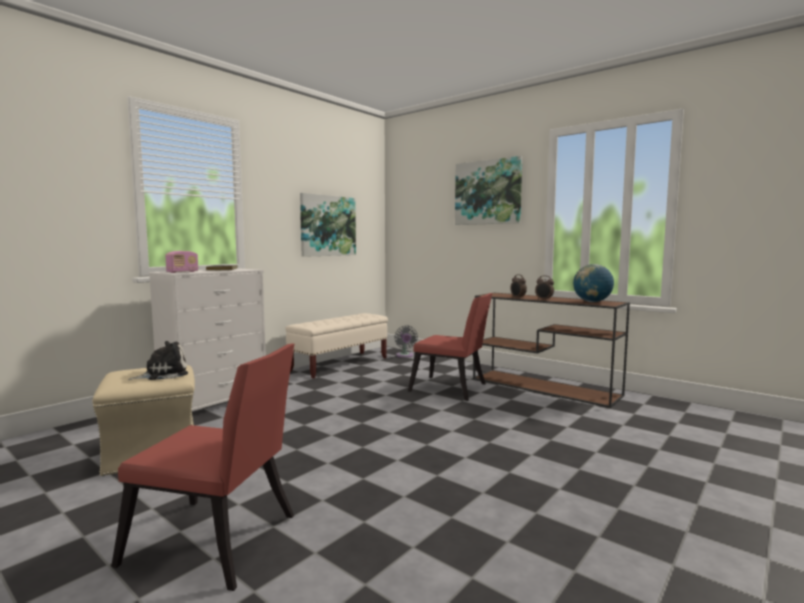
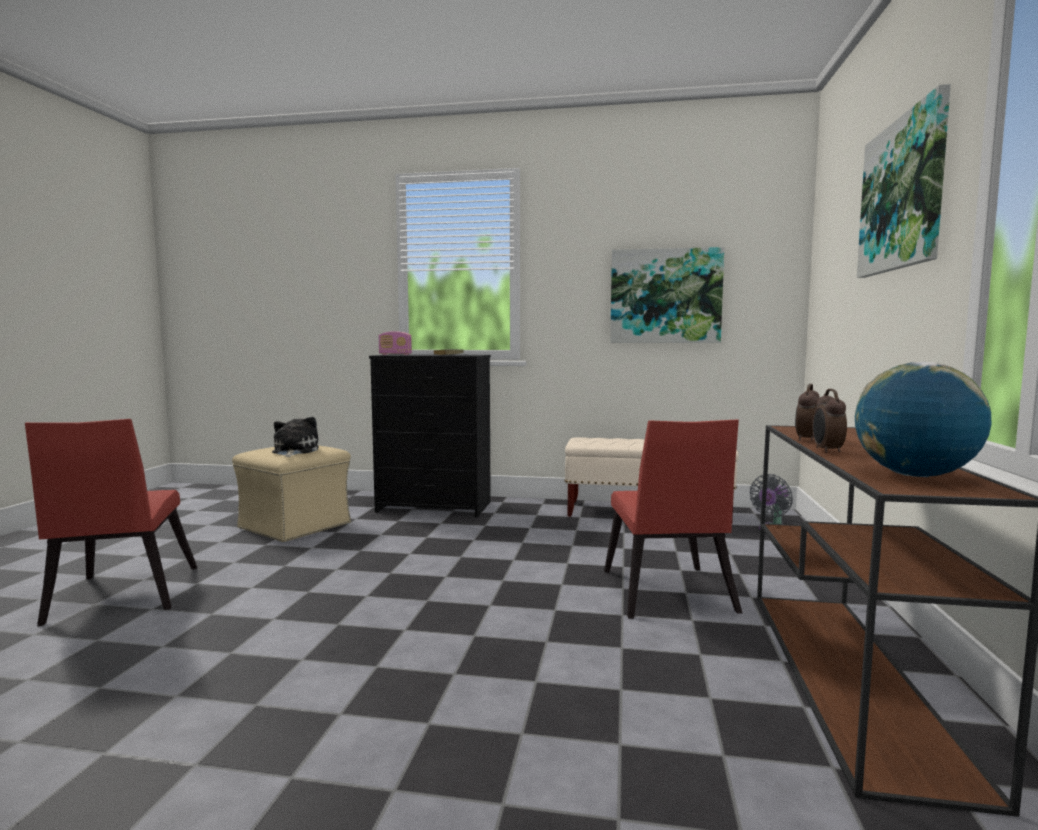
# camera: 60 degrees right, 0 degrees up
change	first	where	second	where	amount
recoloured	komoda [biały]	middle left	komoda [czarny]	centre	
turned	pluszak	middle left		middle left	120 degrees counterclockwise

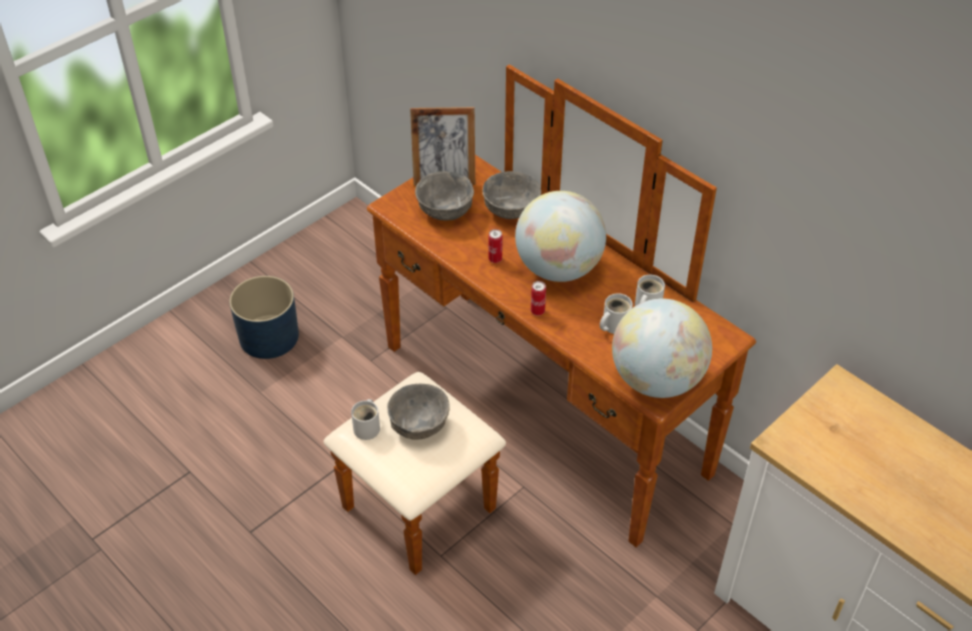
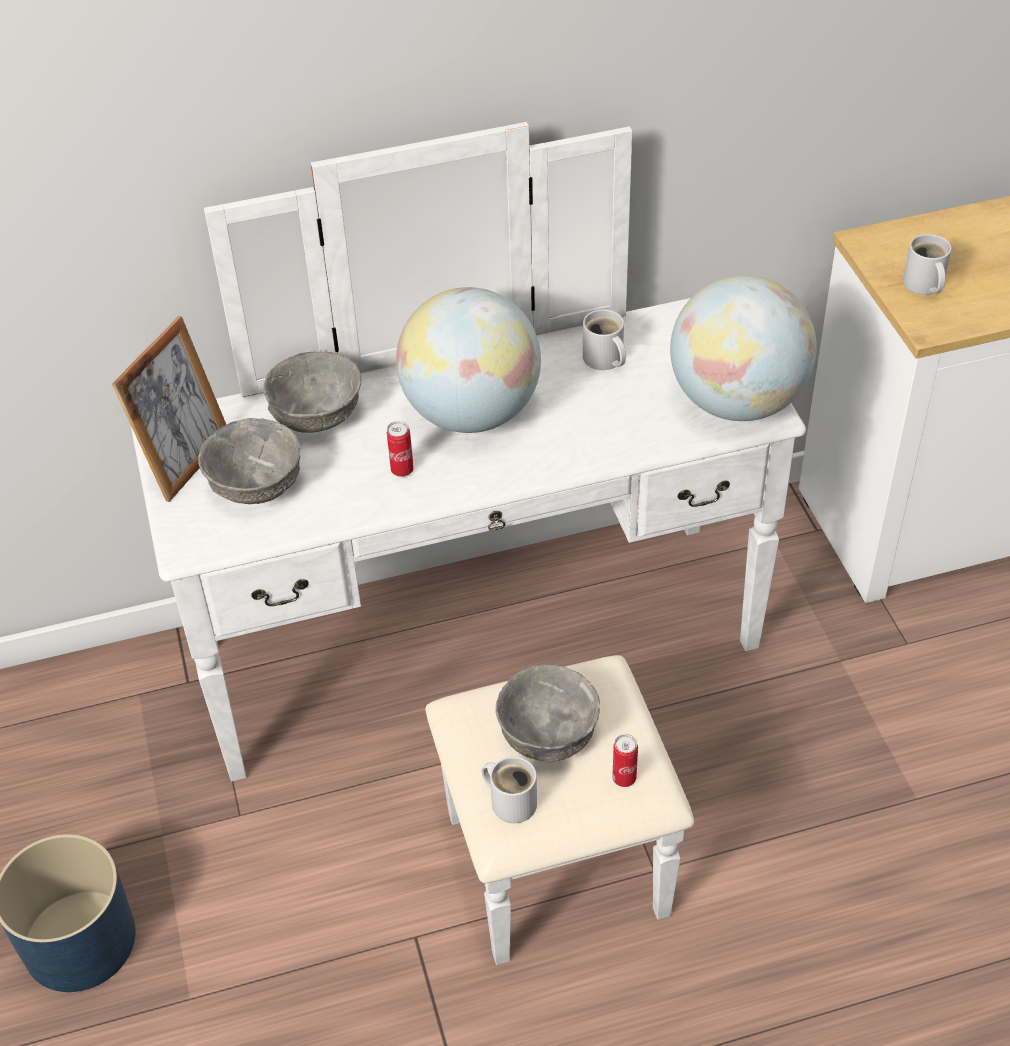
# camera: 60 degrees left, 0 degrees up
change	first	where	second	where	amount
recoloured	komoda [brązowy]	centre	komoda [biały] (1st from left)	centre	
moved	puszka (2nd from left)	centre		bottom centre	
moved	kubek [biały] (2nd from left in the first image)	centre	kubek [biały] (3rd from left)	top right	

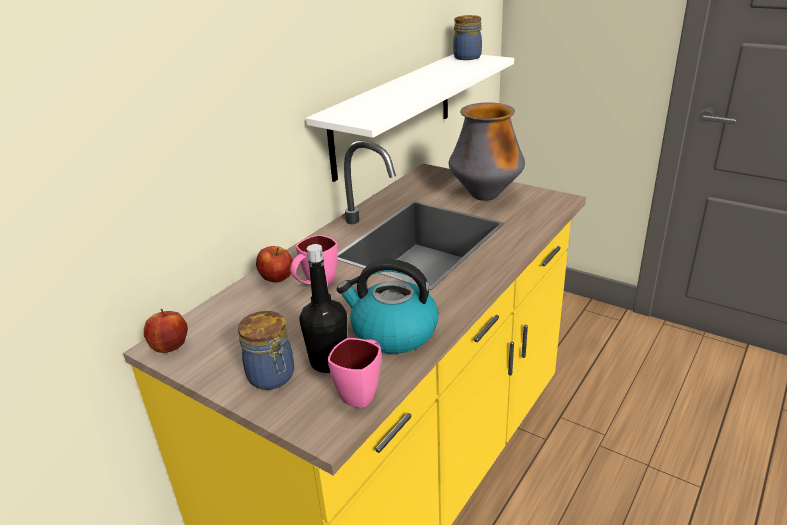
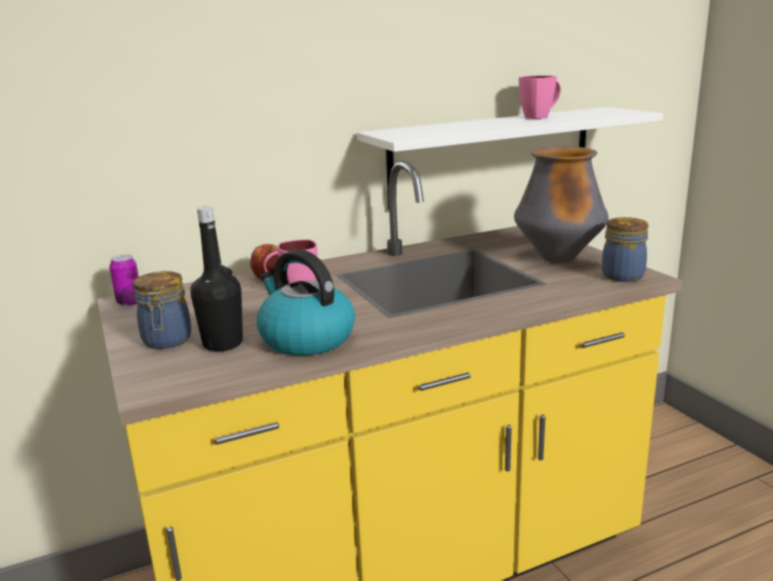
# camera: 30 degrees right, 10 degrees down
change	first	where	second	where	amount
moved	słoik (2nd from left)	top centre		middle right	
replaced	jabłko (1st from left)	middle left	puszka	middle left	
moved	kubek [różowy] (2nd from left)	bottom centre		top right	

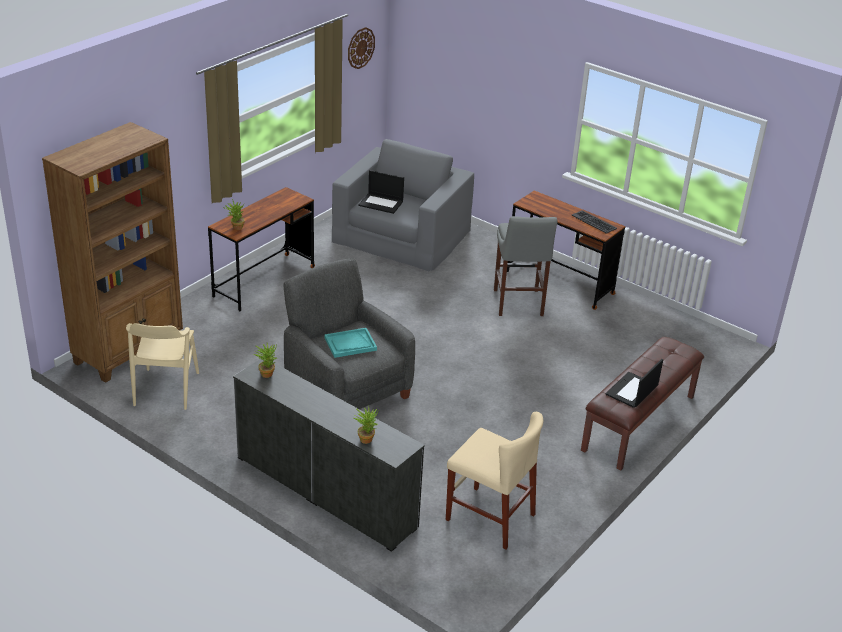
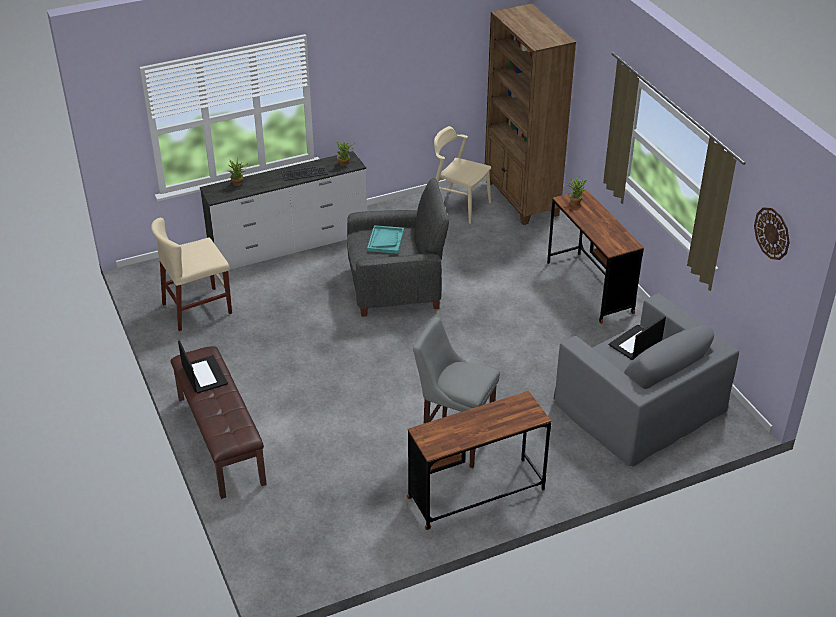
# camera: 120 degrees right, 5 degrees up
change	first	where	second	where	amount
moved	klawiatura	middle right		top centre	
recoloured	komoda [czarny]	bottom centre	komoda [biały]	centre	

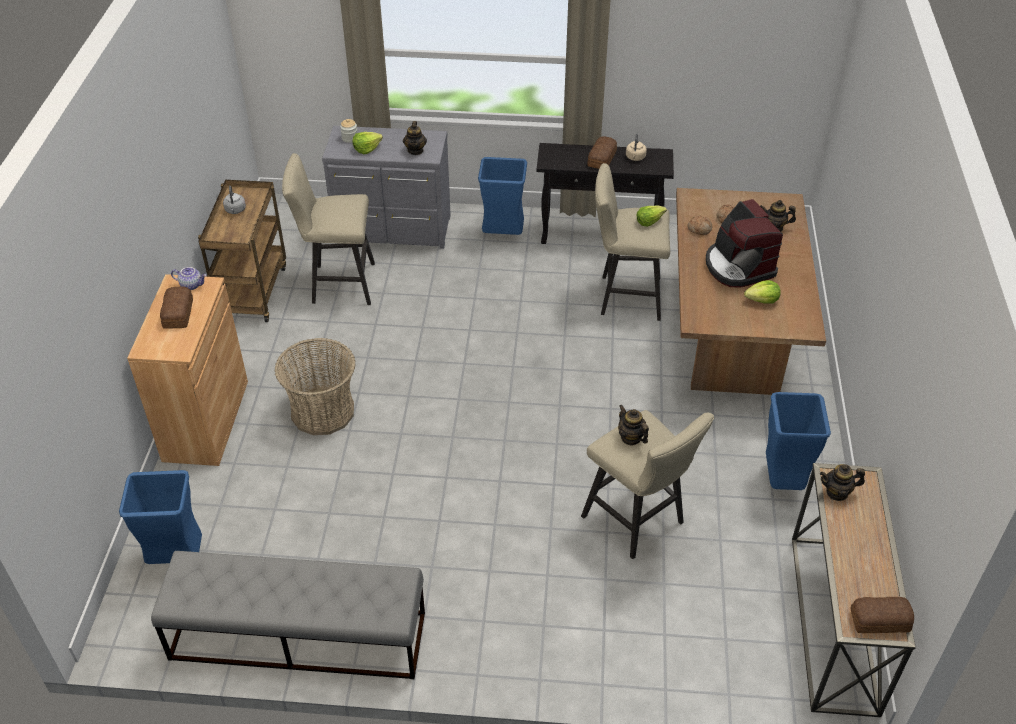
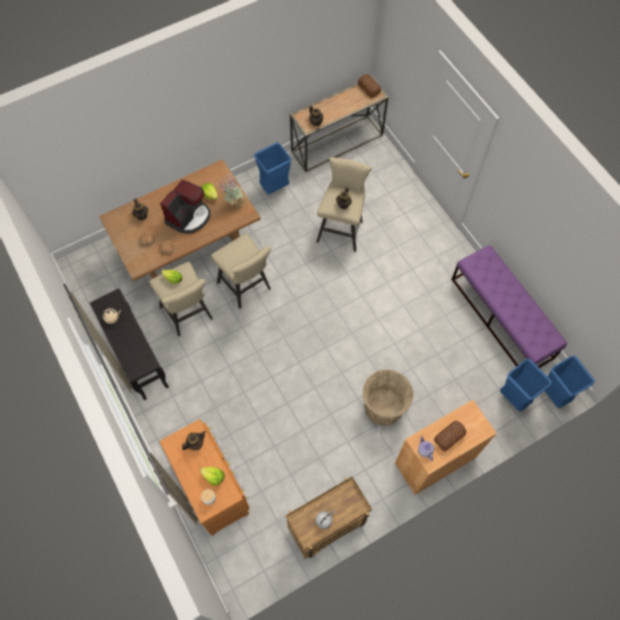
# camera: 125 degrees left, 20 degrees up
change	first	where	second	where	amount
recoloured	komoda [szary]	top centre	komoda [brązowy]	bottom left	
removed	chleb (2nd from left)	top centre			
moved	stołek [beżowy] (1st from left in the first image)	top left	stołek [beżowy] (2nd from left)	centre	
moved	kosz na śmieci [niebieski] (2nd from left in the first image)	top centre	kosz na śmieci [niebieski] (3rd from left)	middle right	
recoloured	ławka [szary]	bottom left	ławka [fioletowy]	middle right	
added			roślina doniczkowa	top centre	

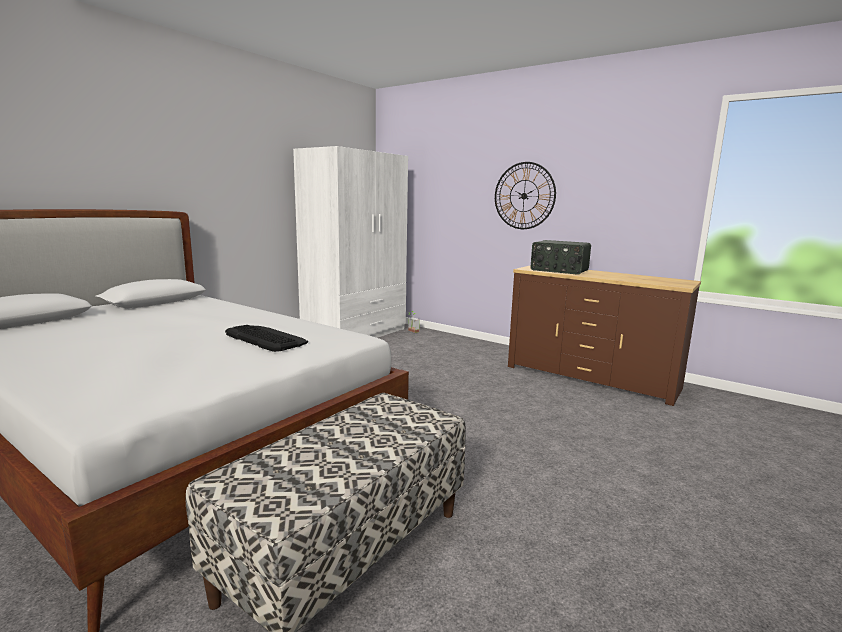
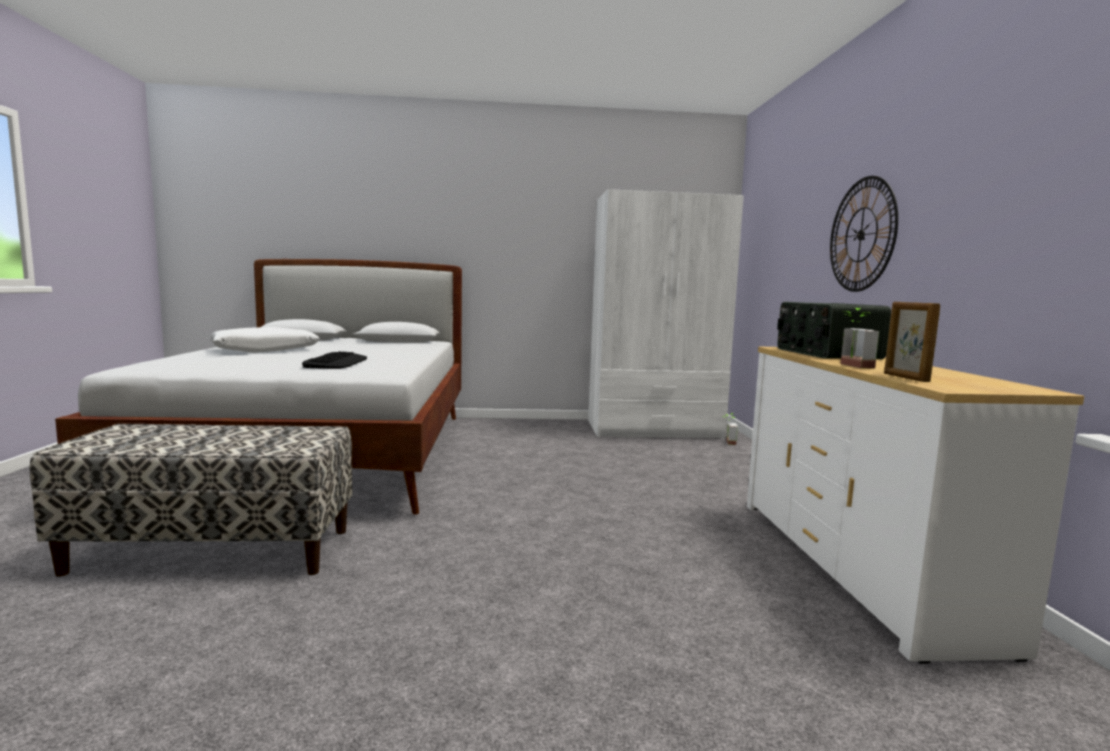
# camera: 50 degrees right, 5 degrees down
change	first	where	second	where	amount
recoloured	komoda [brązowy]	middle right	komoda [biały]	bottom right	
added			ramka na zdjęcie	middle right	
added			roślina doniczkowa (2nd from left)	middle right	
added			poduszka [biały]	middle left	

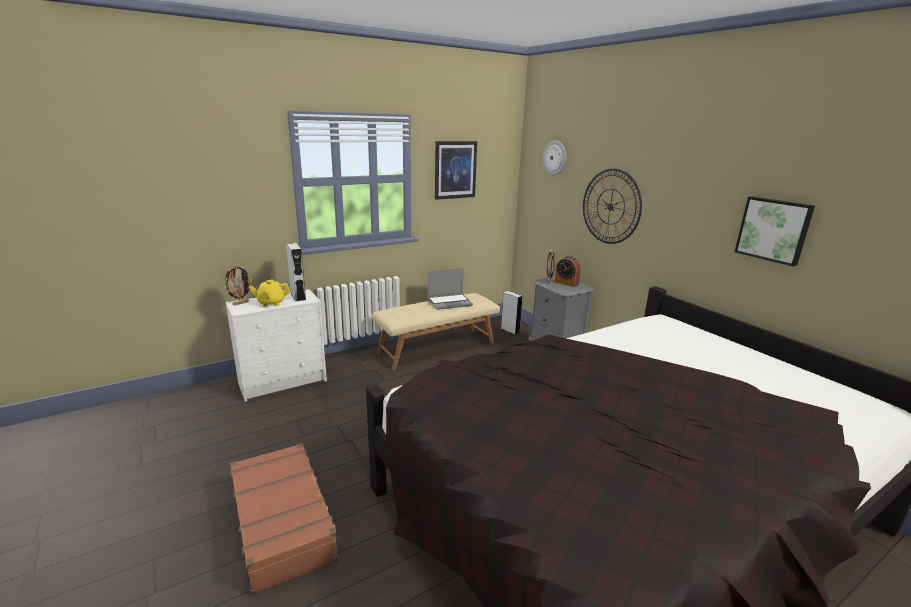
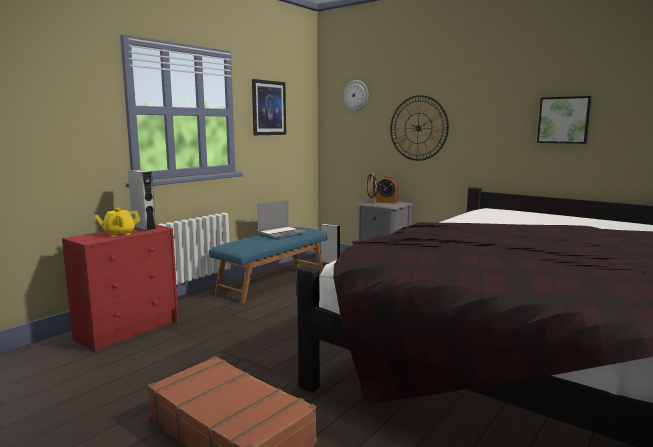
# camera: 20 degrees left, 10 degrees down
change	first	where	second	where	amount
removed	ramka na zdjęcie (1st from left)	middle left			
recoloured	komoda [biały]	middle left	komoda [czerwony]	middle left	
recoloured	ławka [beżowy]	centre	ławka [niebieski]	centre	

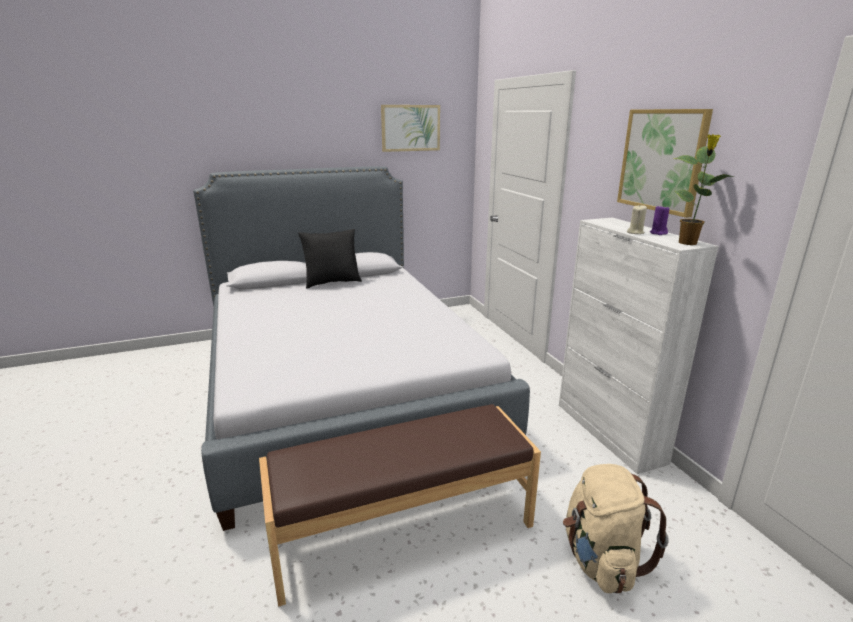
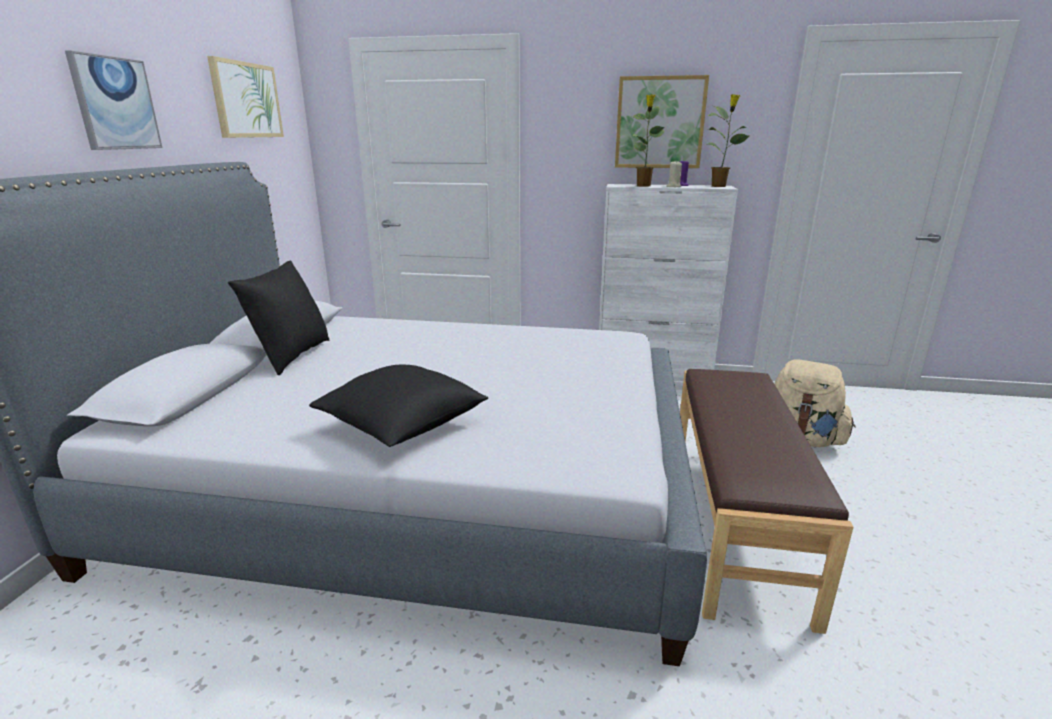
# camera: 60 degrees left, 0 degrees up
change	first	where	second	where	amount
added			obraz (1st from left)	top left	
added			roślina doniczkowa (1st from left)	top centre	
added			poduszka [czarny] (2nd from left)	centre	

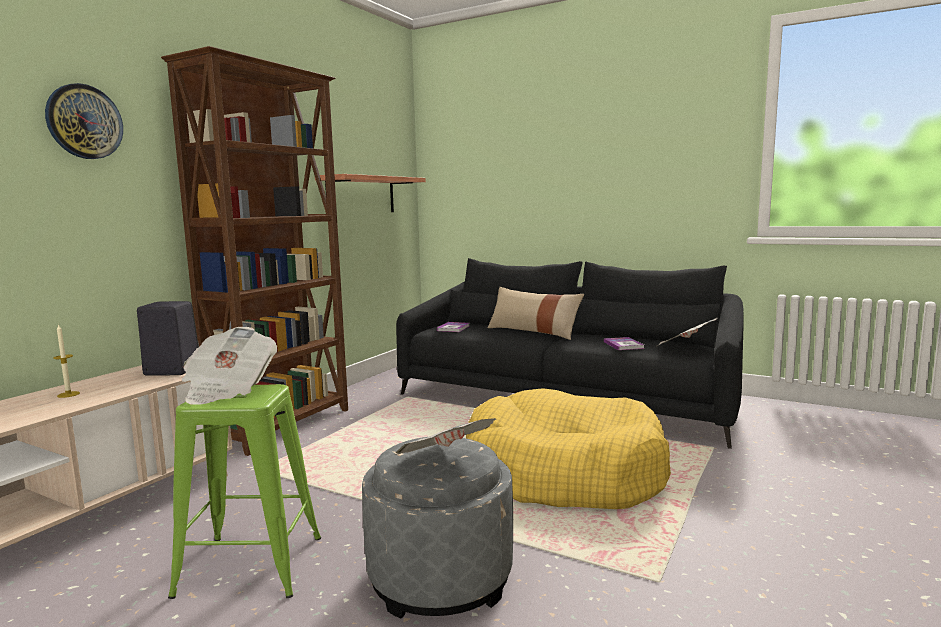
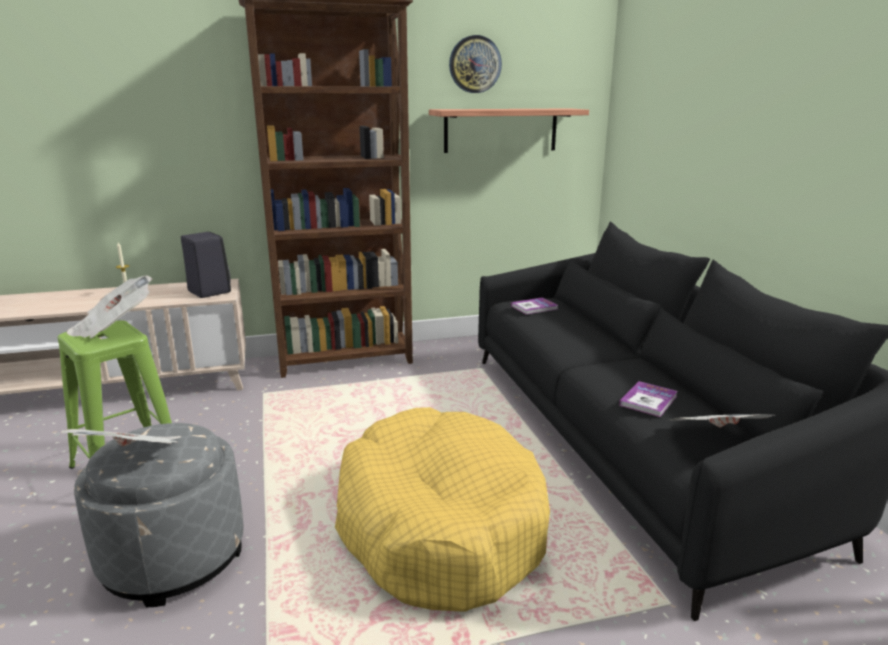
# camera: 45 degrees right, 10 degrees up
change	first	where	second	where	amount
moved	zegar ścienny	top left		top centre	
removed	poduszka [beżowy]	centre			

